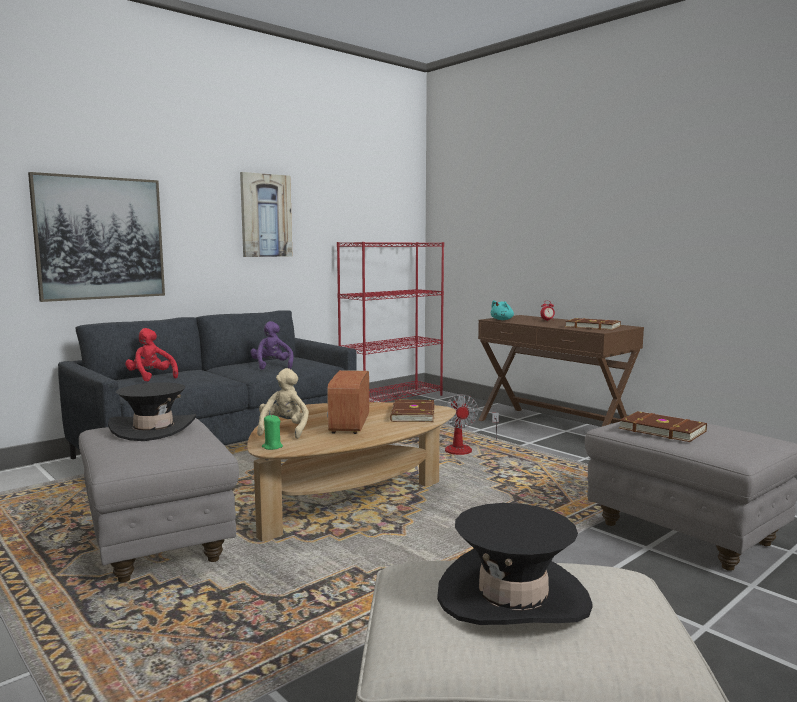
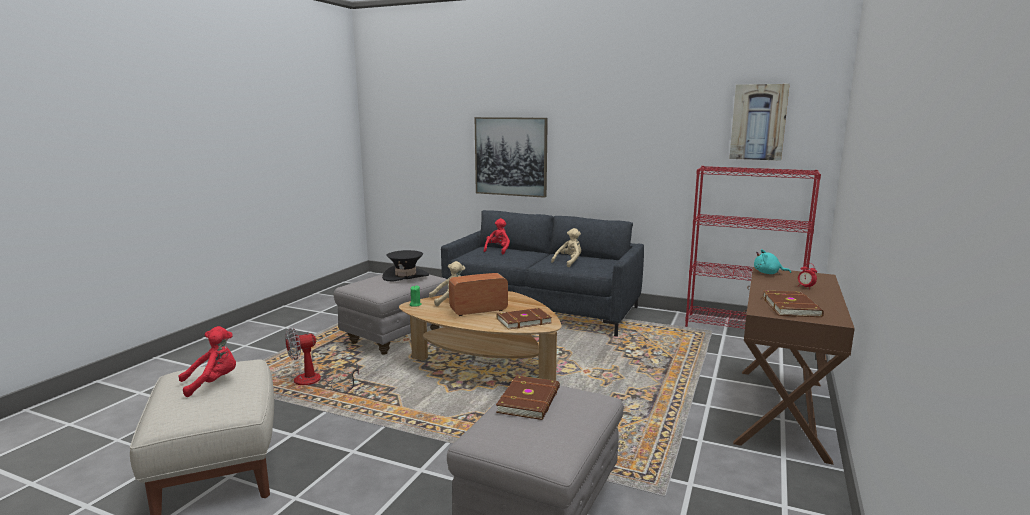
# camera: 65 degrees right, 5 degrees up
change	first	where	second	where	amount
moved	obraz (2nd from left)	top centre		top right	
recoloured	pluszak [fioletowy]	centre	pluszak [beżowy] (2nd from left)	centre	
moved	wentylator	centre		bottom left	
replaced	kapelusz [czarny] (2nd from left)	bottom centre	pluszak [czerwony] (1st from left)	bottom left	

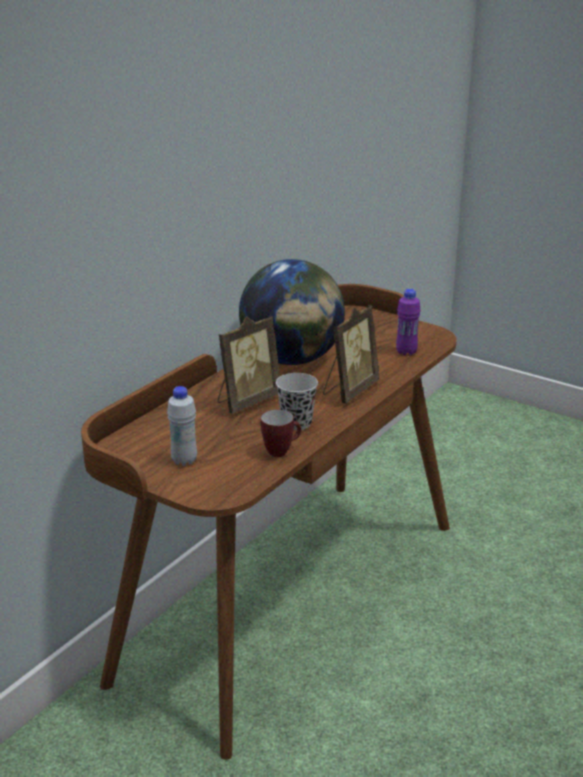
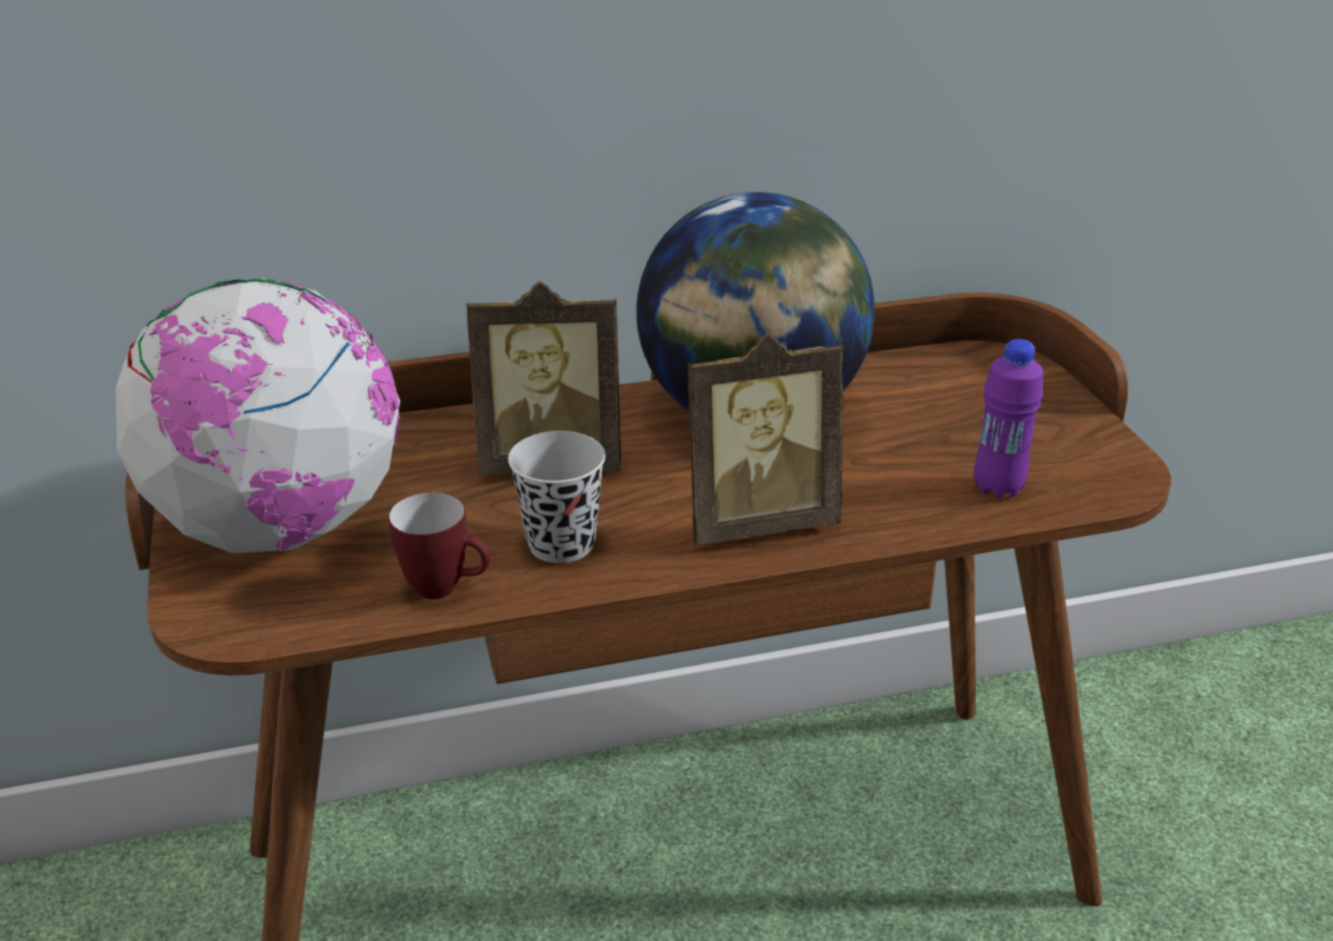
# camera: 40 degrees right, 5 degrees up
change	first	where	second	where	amount
replaced	butelka [biały]	middle left	globus (1st from left)	middle left	

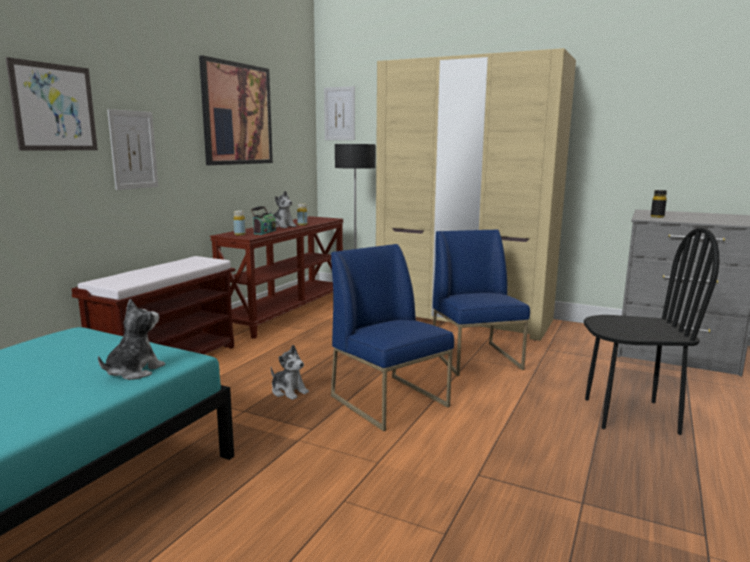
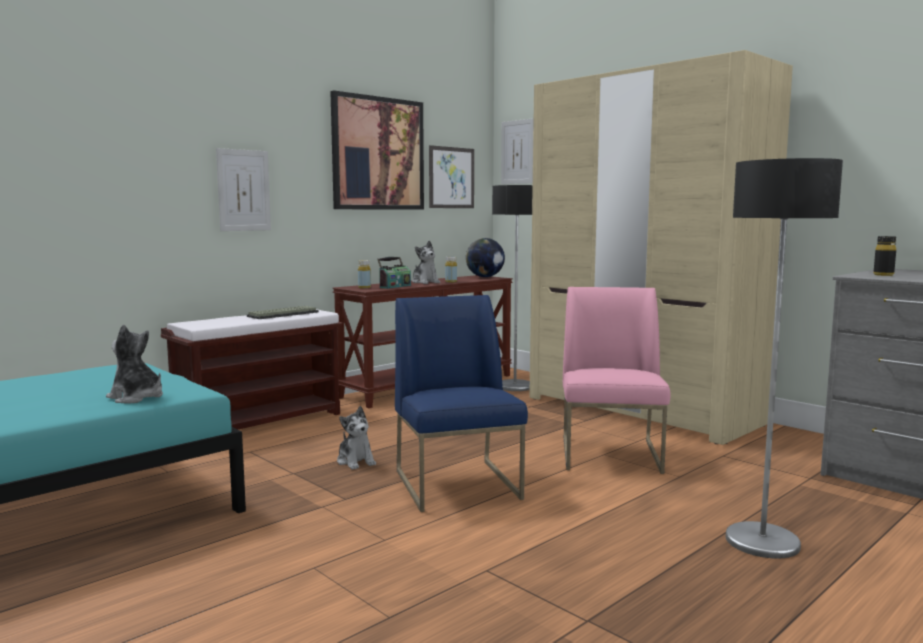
# camera: 20 degrees right, 5 degrees down
change	first	where	second	where	amount
moved	obraz (1st from left in the first image)	top left	obraz (3rd from left)	top centre	
replaced	krzesło [czarny]	middle right	lampa stojąca (2nd from left)	middle right	
recoloured	krzesło [niebieski] (2nd from left)	centre	krzesło [różowy]	middle right	
turned	pluszak (1st from left)	middle left		middle left	105 degrees counterclockwise
added			globus	centre	
added			klawiatura	middle left	

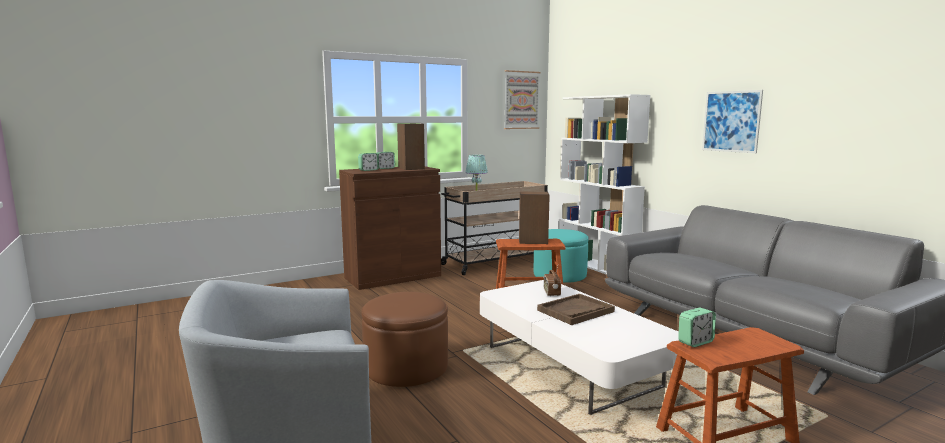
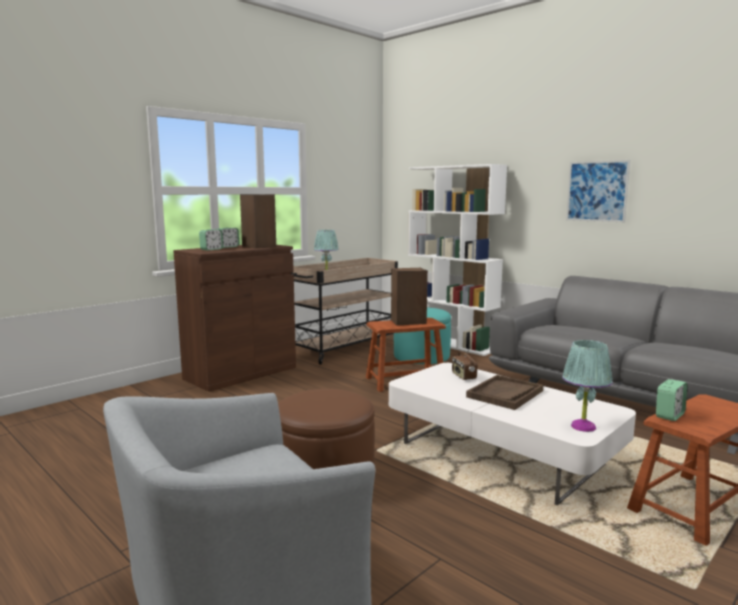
# camera: 15 degrees left, 0 degrees up
change	first	where	second	where	amount
removed	obraz (1st from left)	top centre			
added			lampa stołowa [turkusowy] (2nd from left)	middle right	

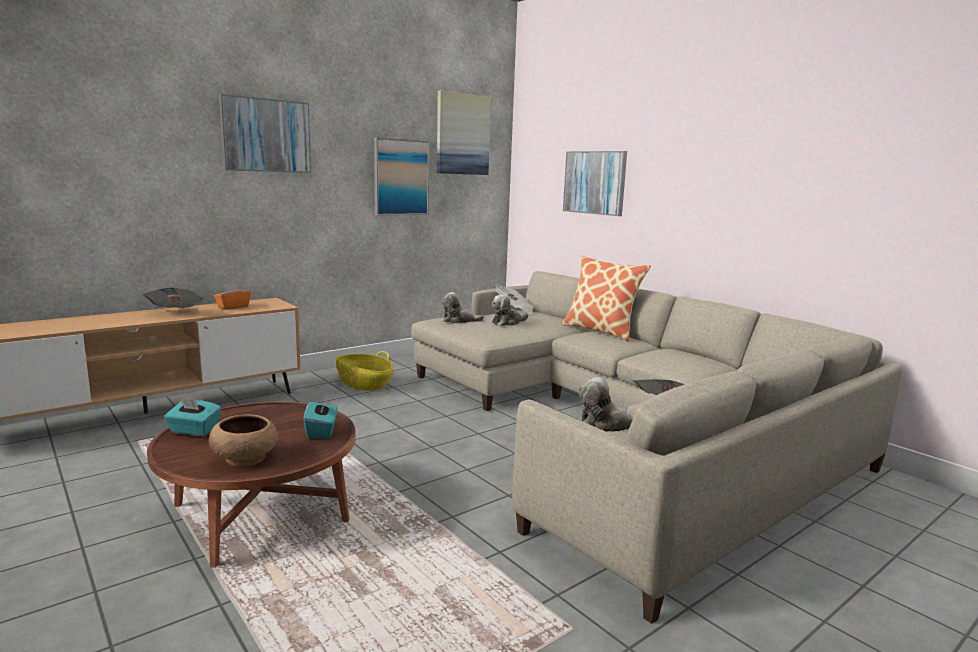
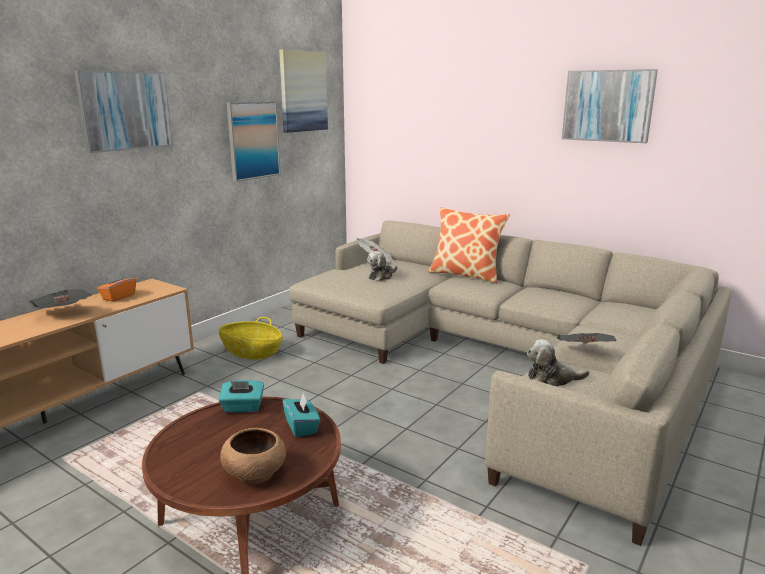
# camera: 15 degrees left, 5 degrees up
change	first	where	second	where	amount
moved	obraz (4th from left)	top centre		top right	
removed	pluszak (1st from left)	centre			
moved	pudełko chusteczek [turkusowy] (1st from left)	middle left		bottom left	

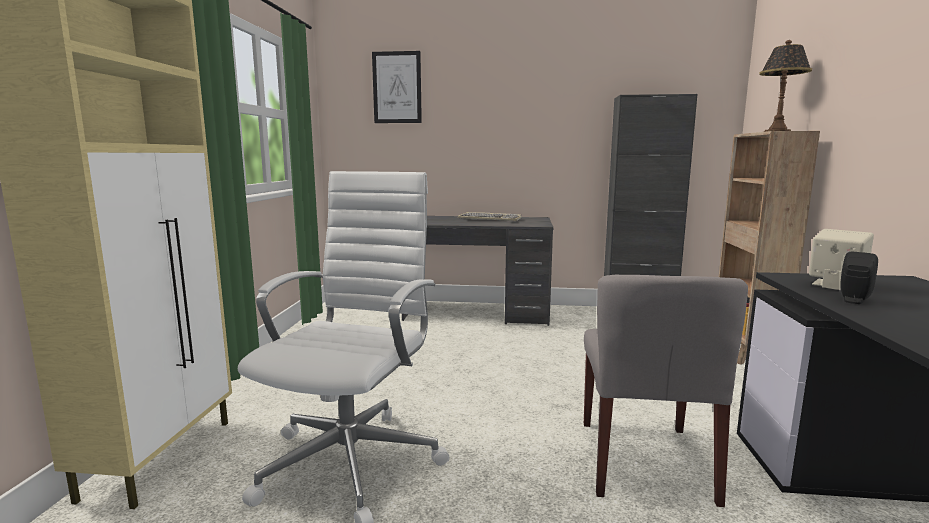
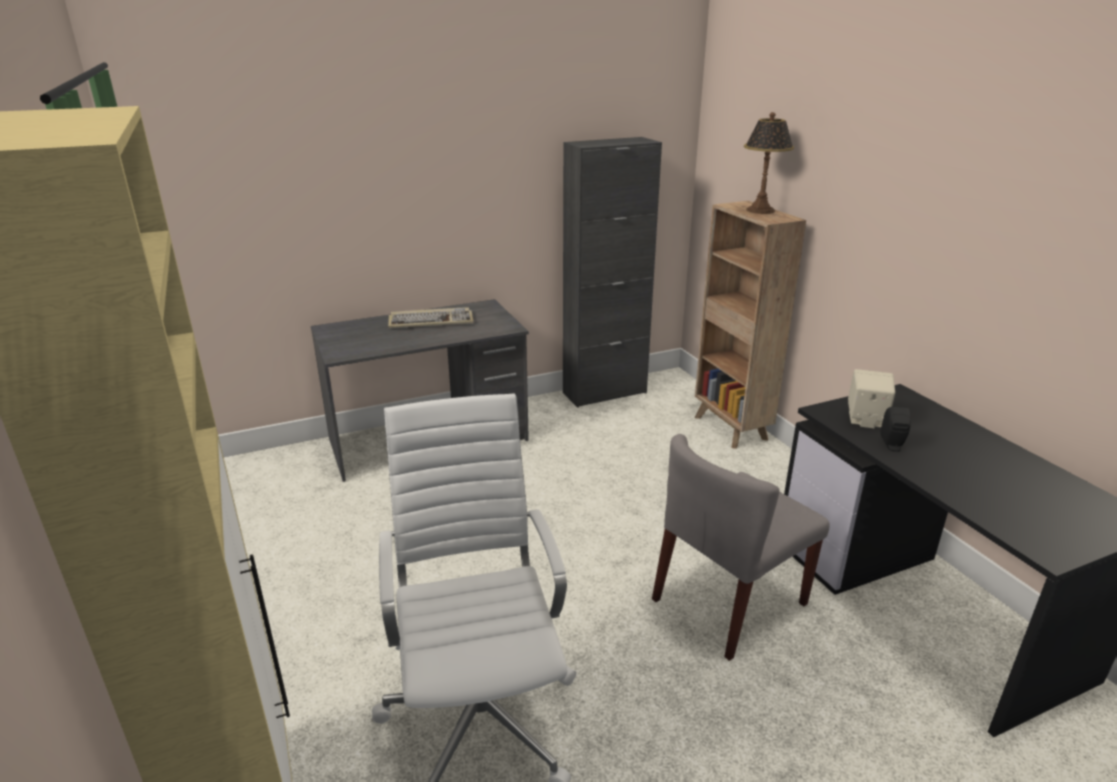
# camera: 30 degrees left, 15 degrees up
change	first	where	second	where	amount
removed	obraz	top centre			
turned	krzesło [szary]	bottom right		bottom centre	75 degrees clockwise

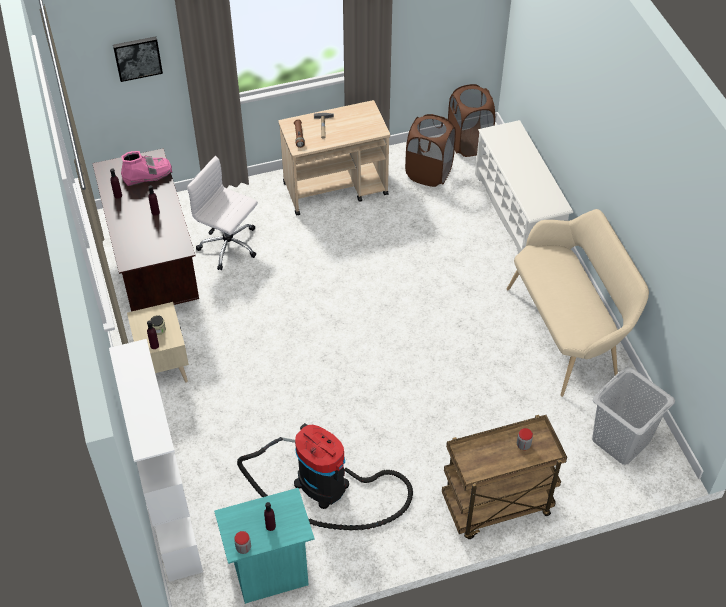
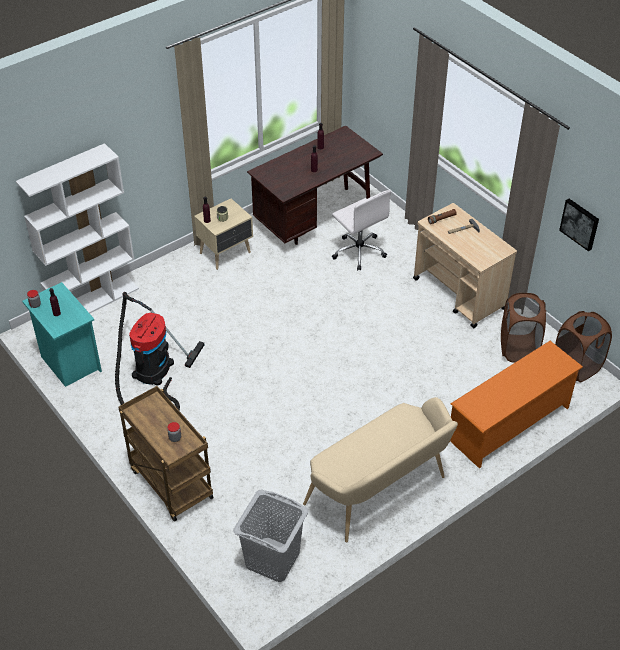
# camera: 70 degrees right, 5 degrees down
change	first	where	second	where	amount
moved	obraz	top left		middle right	
recoloured	regał na buty [biały]	top right	regał na buty [pomarańczowy]	middle right	
removed	but z cholewką [różowy]	top left			
turned	krzesło biurowe [biały]	middle left		centre	135 degrees clockwise

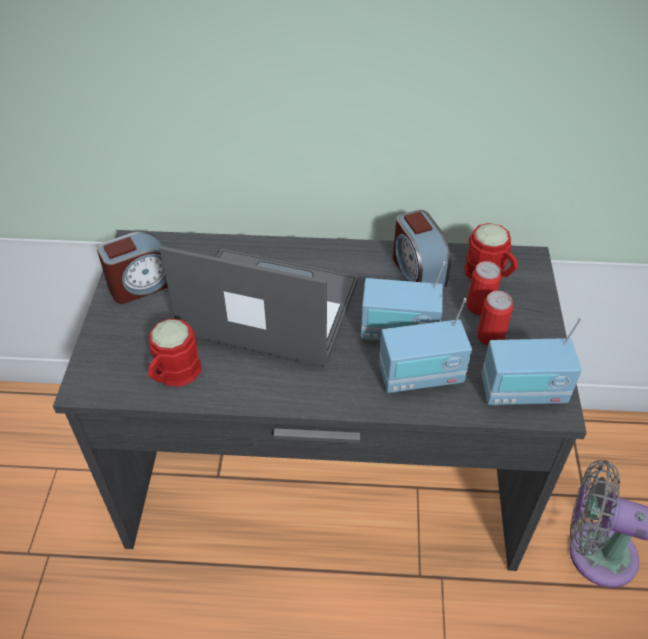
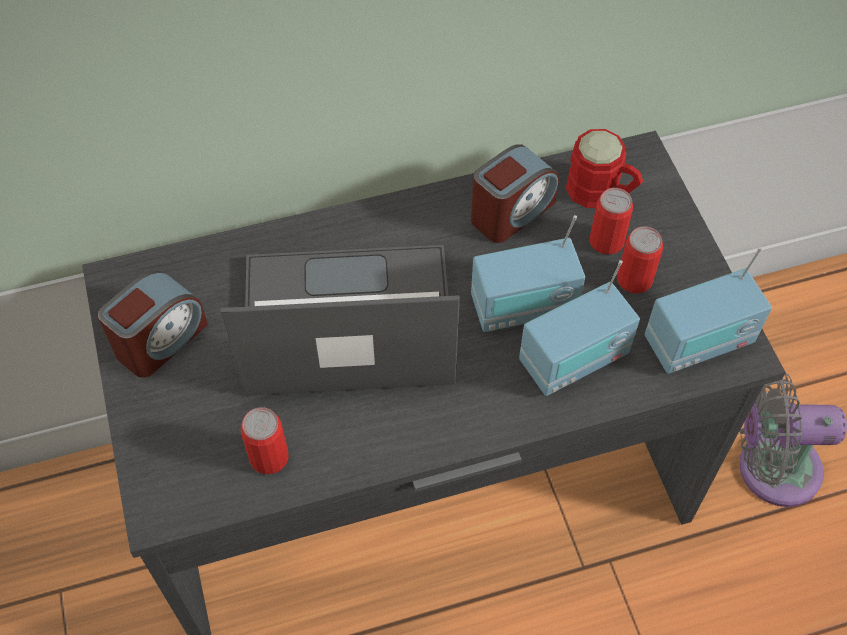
# camera: 20 degrees left, 10 degrees up
change	first	where	second	where	amount
turned	budzik (2nd from left)	centre		top centre	90 degrees counterclockwise
replaced	kubek [czerwony] (1st from left)	middle left	puszka (1st from left)	bottom left	

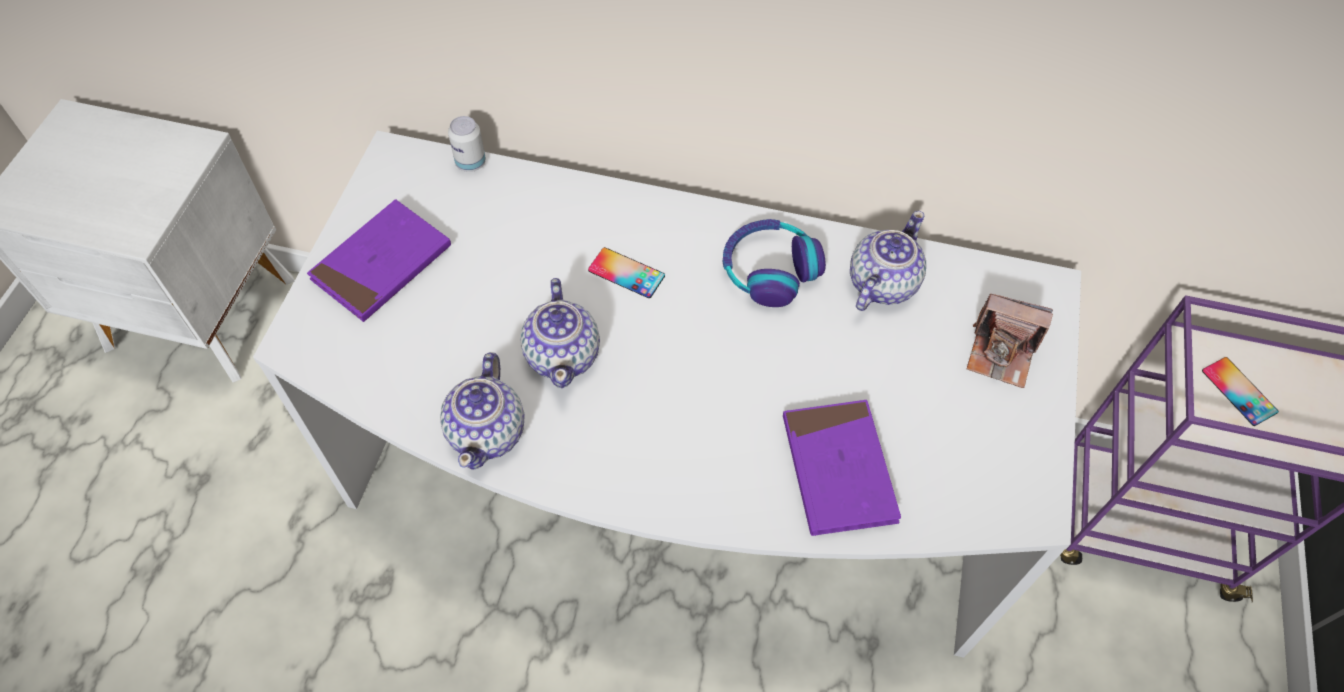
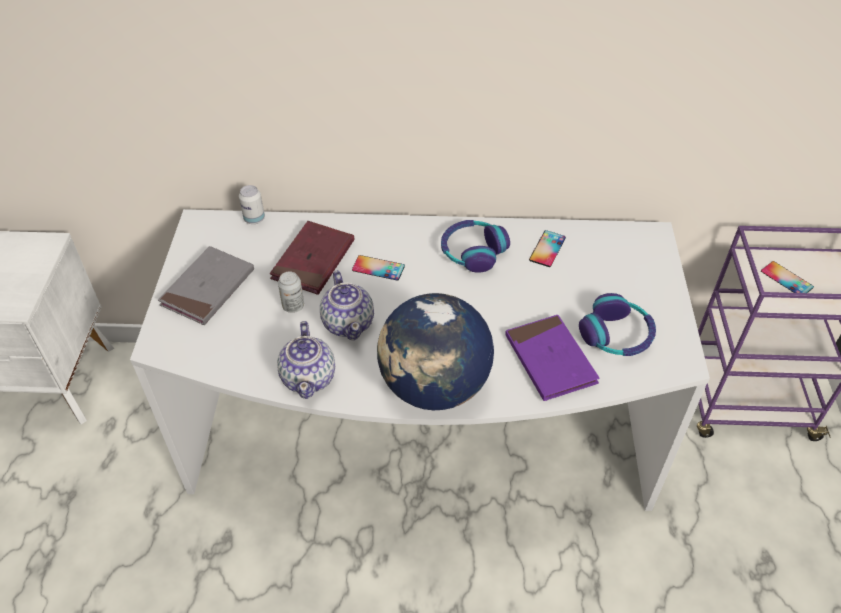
# camera: 10 degrees left, 10 degrees down
change	first	where	second	where	amount
recoloured	książka [fioletowy] (1st from left)	middle left	książka [szary]	middle left	
replaced	imbryk (3rd from left)	centre	telefon (2nd from left)	centre	
removed	aparat fotograficzny	middle right			
added			książka [czerwony]	centre	
added			puszka (2nd from left)	centre	
added			globus	centre	
added			słuchawki (2nd from left)	middle right	

